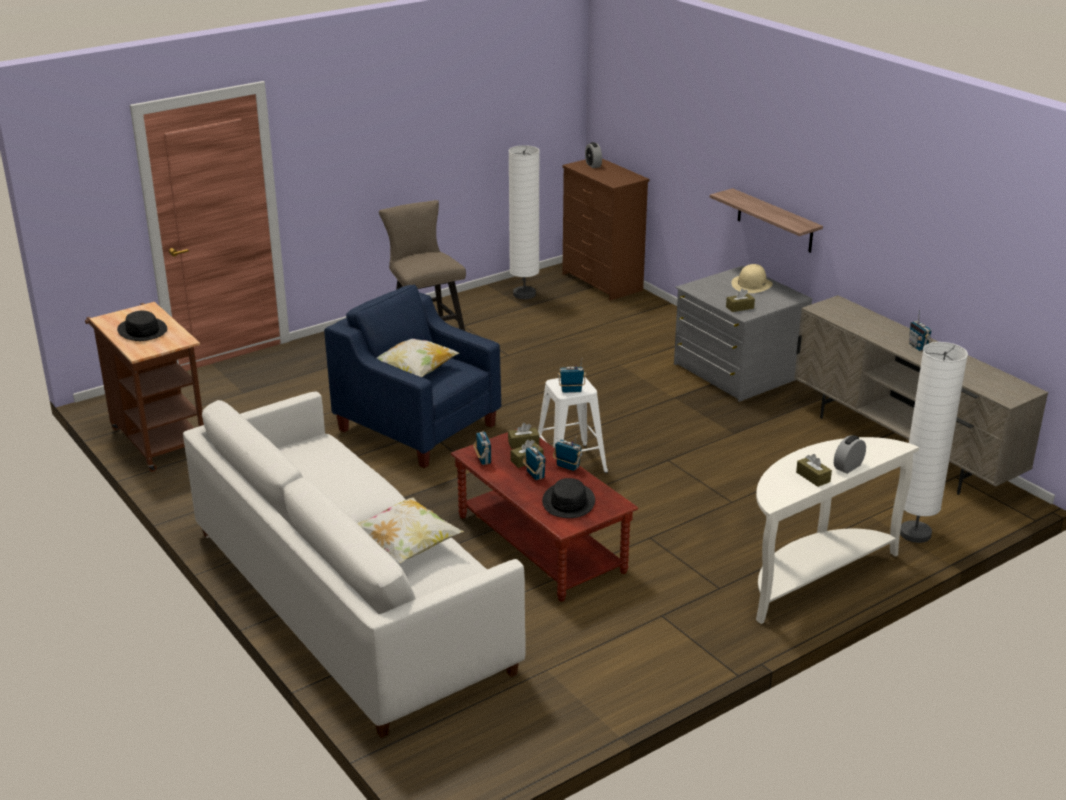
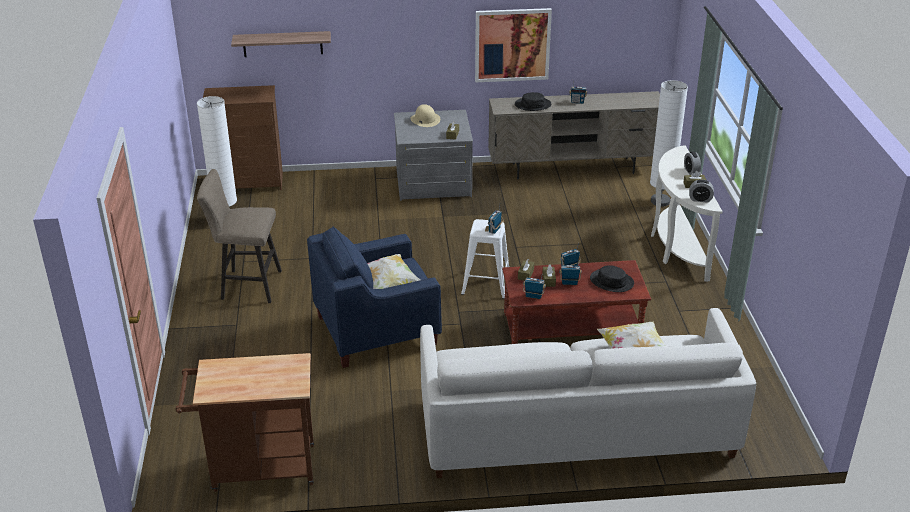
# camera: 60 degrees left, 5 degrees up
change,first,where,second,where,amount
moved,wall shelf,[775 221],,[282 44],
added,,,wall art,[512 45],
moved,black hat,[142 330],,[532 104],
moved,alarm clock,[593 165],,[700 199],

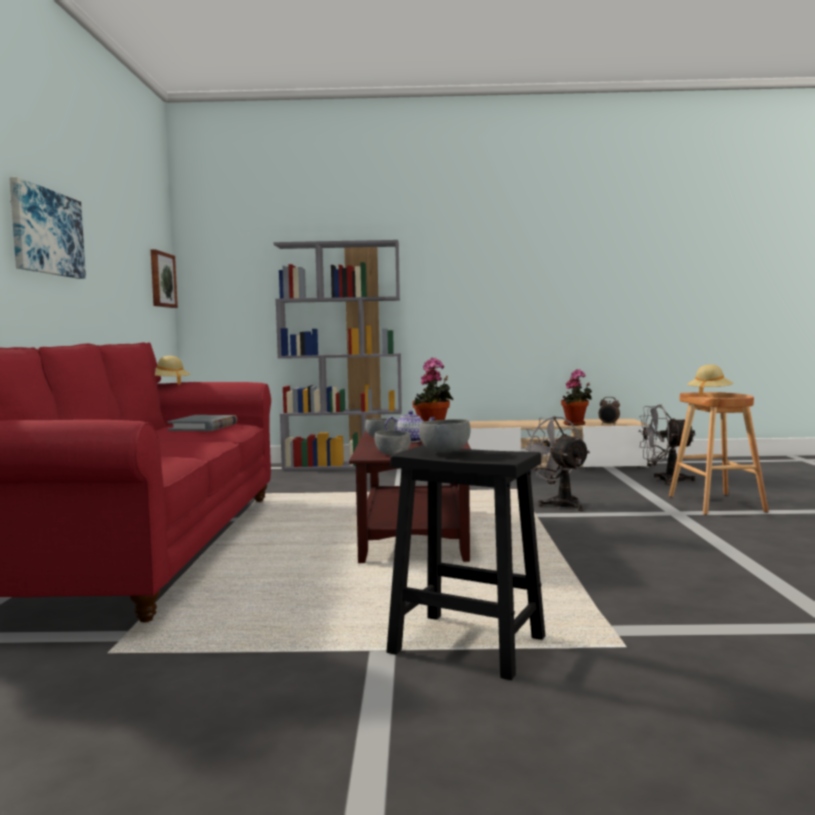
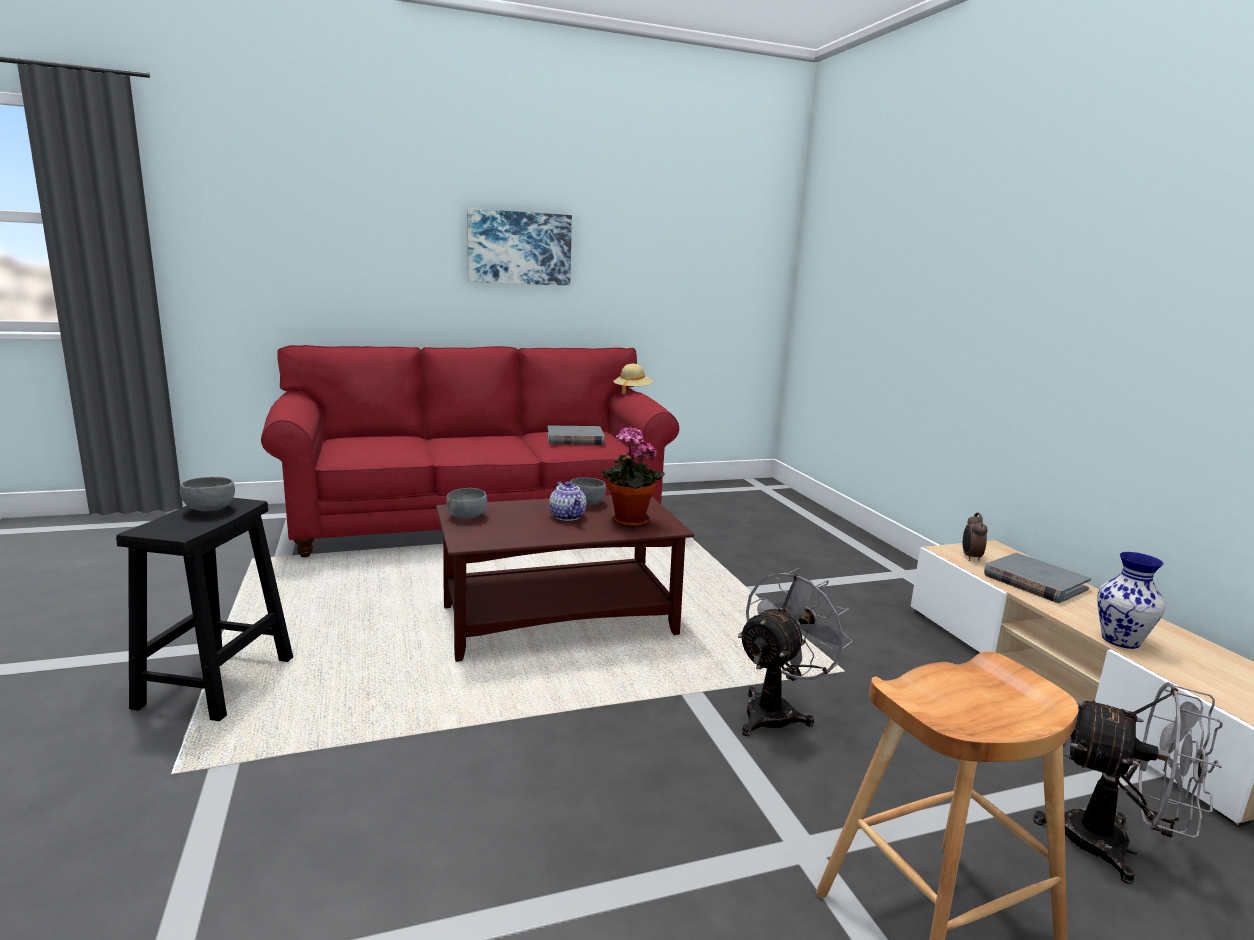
# camera: 70 degrees right, 10 degrees up
change,first,where,second,where,amount
moved,alarm clock,[609 424],,[970 557],
added,,,gray bound book,[1034 582],
turned,gray electric fan,[664 480],,[1114 847],135 degrees clockwise
replaced,plant in a pot,[576 424],vase,[1120 641],
removed,wall art,[162 280],,,
removed,gray bookcase,[344 466],,,
removed,sand-coloured hat,[709 394],,,

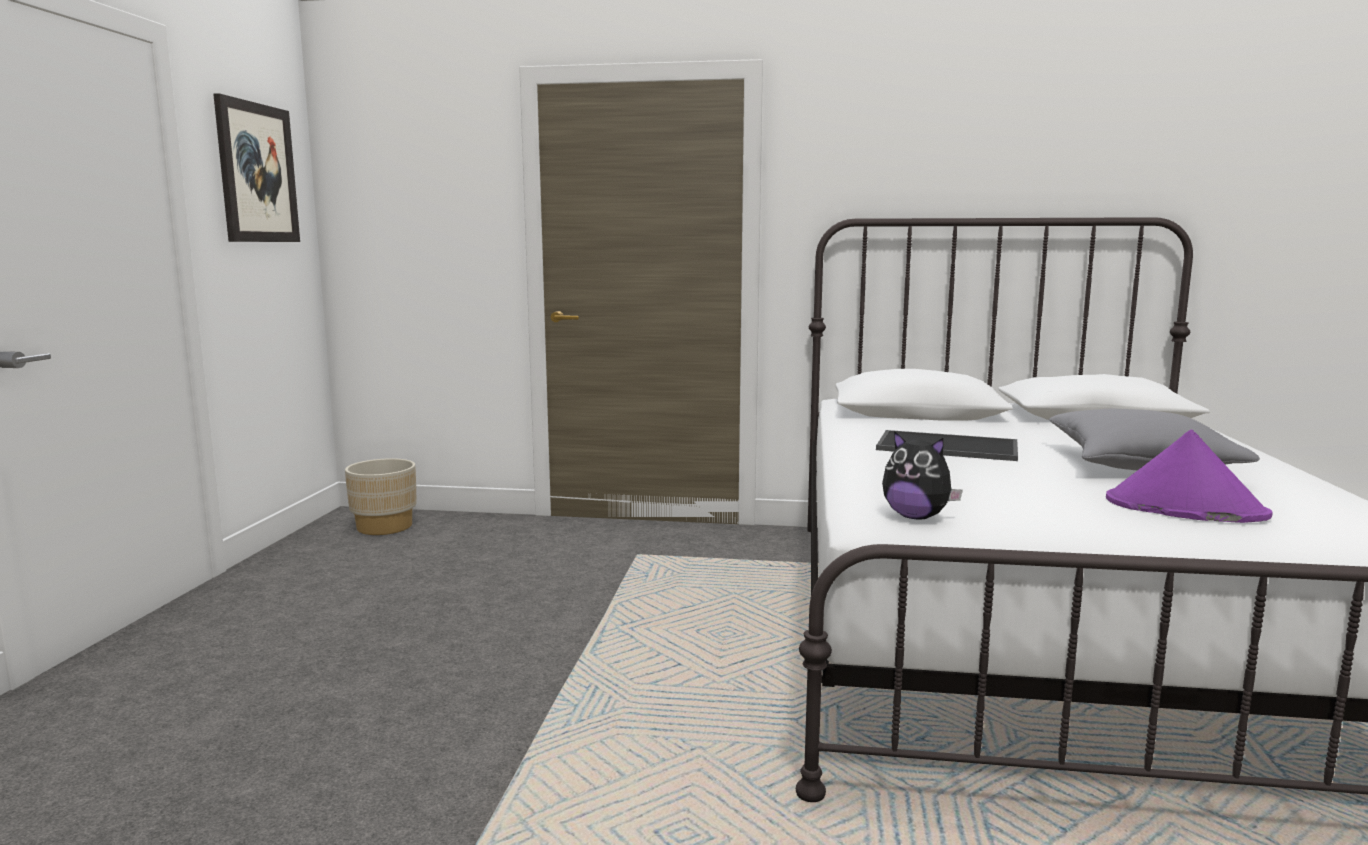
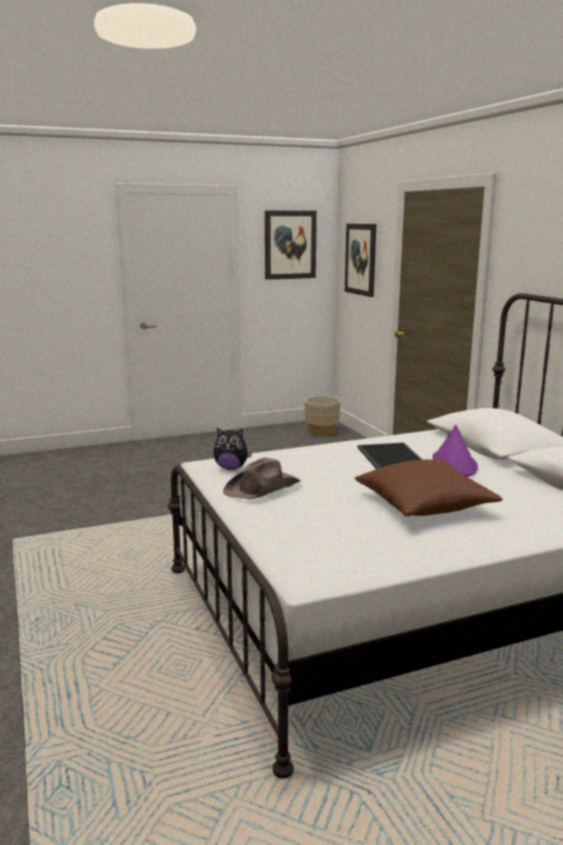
# camera: 60 degrees right, 5 degrees up
change,first,where,second,where,amount
turned,soft toy,[916 517],,[231 468],90 degrees counterclockwise
added,,,brown hat,[263 488],
added,,,wall art,[361 259],
recoloured,gray throw pillow,[1140 465],brown throw pillow,[424 505],
moved,purple hat,[1184 508],,[453 465],

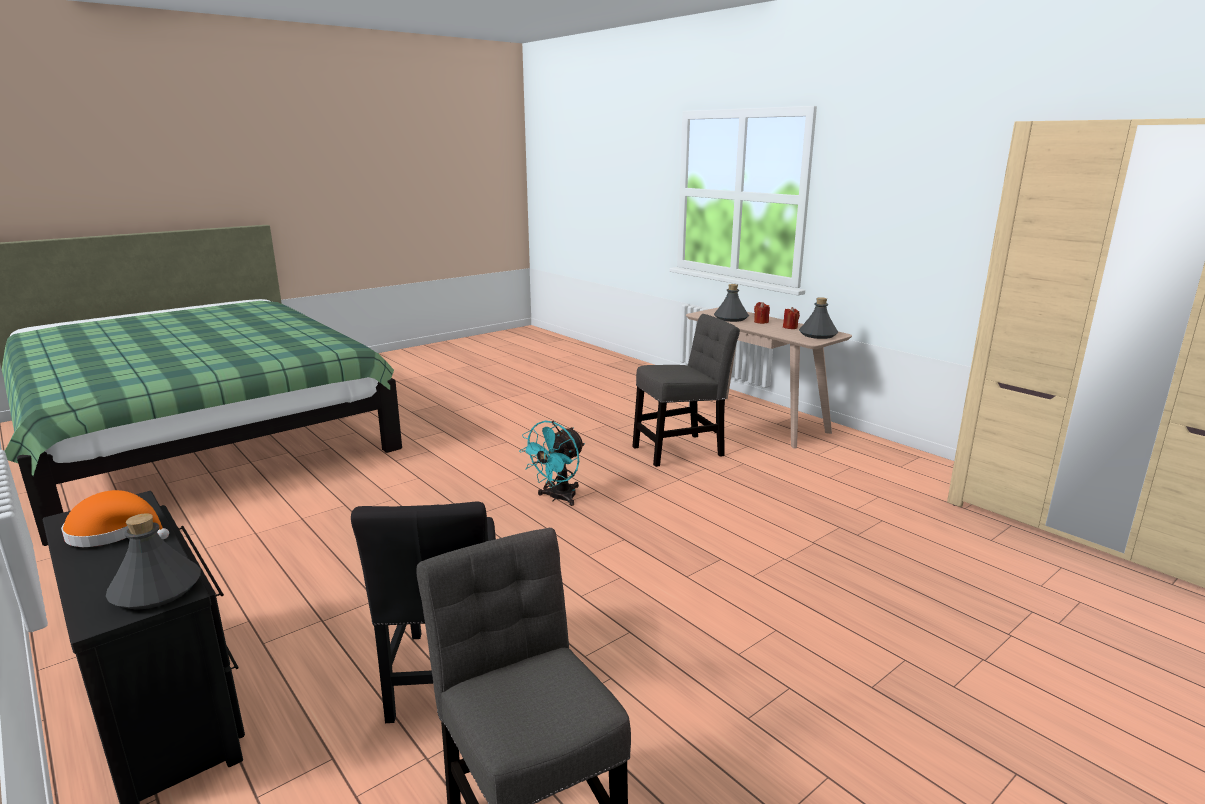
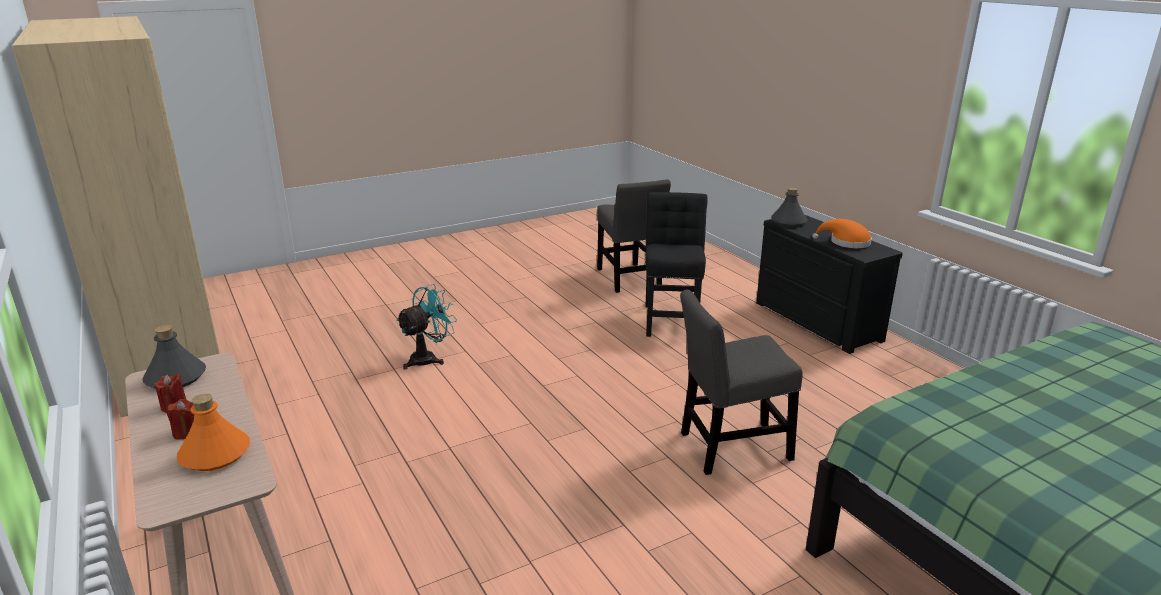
# camera: 170 degrees left, 5 degrees up
change,first,where,second,where,amount
recoloured,gray bottle,[730 318],orange-coloured bottle,[215 454],
moved,turquoise electric fan,[557 498],,[428 358],
moved,gray chair,[682 450],,[730 448],

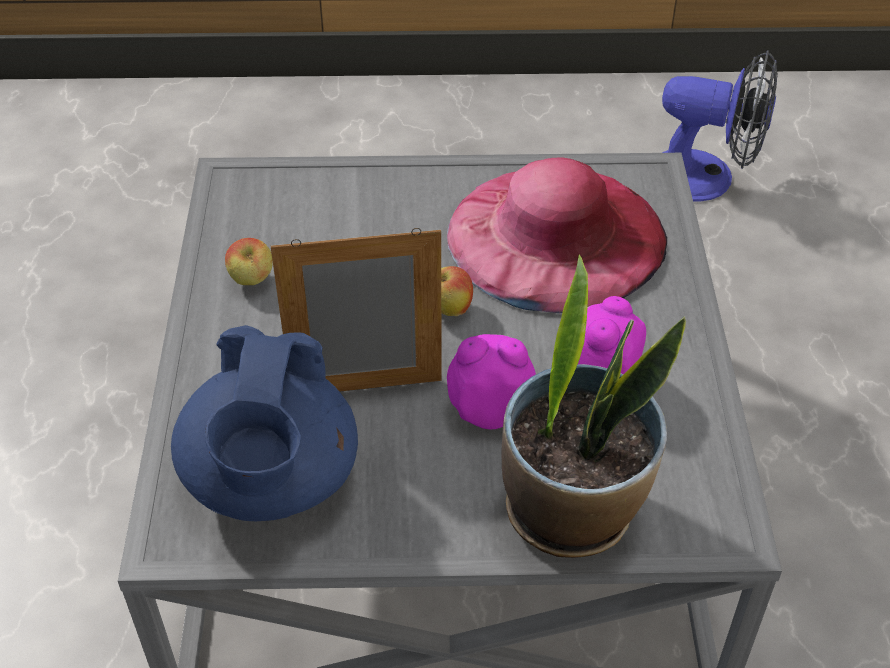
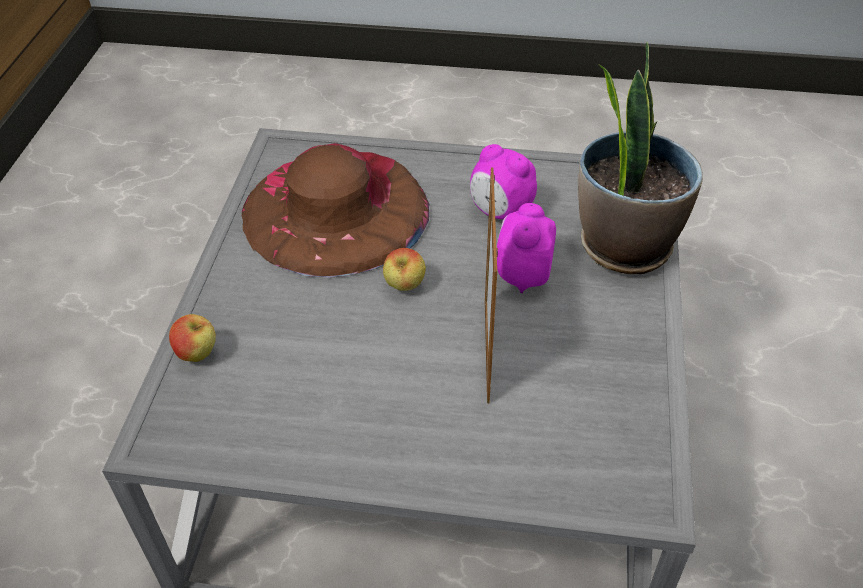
# camera: 80 degrees left, 0 degrees up
change,first,where,second,where,amount
moved,apple fruit,[252 281],,[197 354],
recoloured,pinkish hat,[556 235],brown hat,[335 210],
removed,blue pot for tea,[271 481],,,
removed,electric fan,[706 178],,,

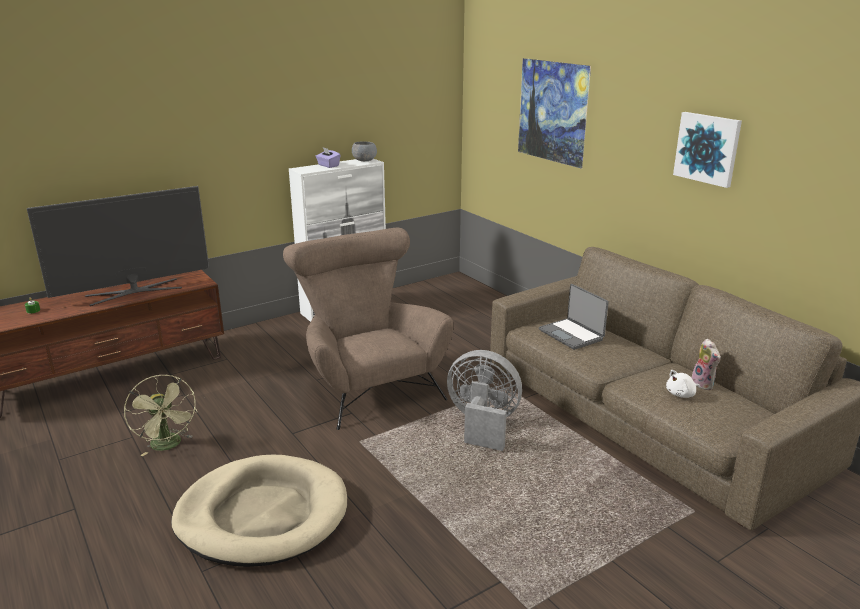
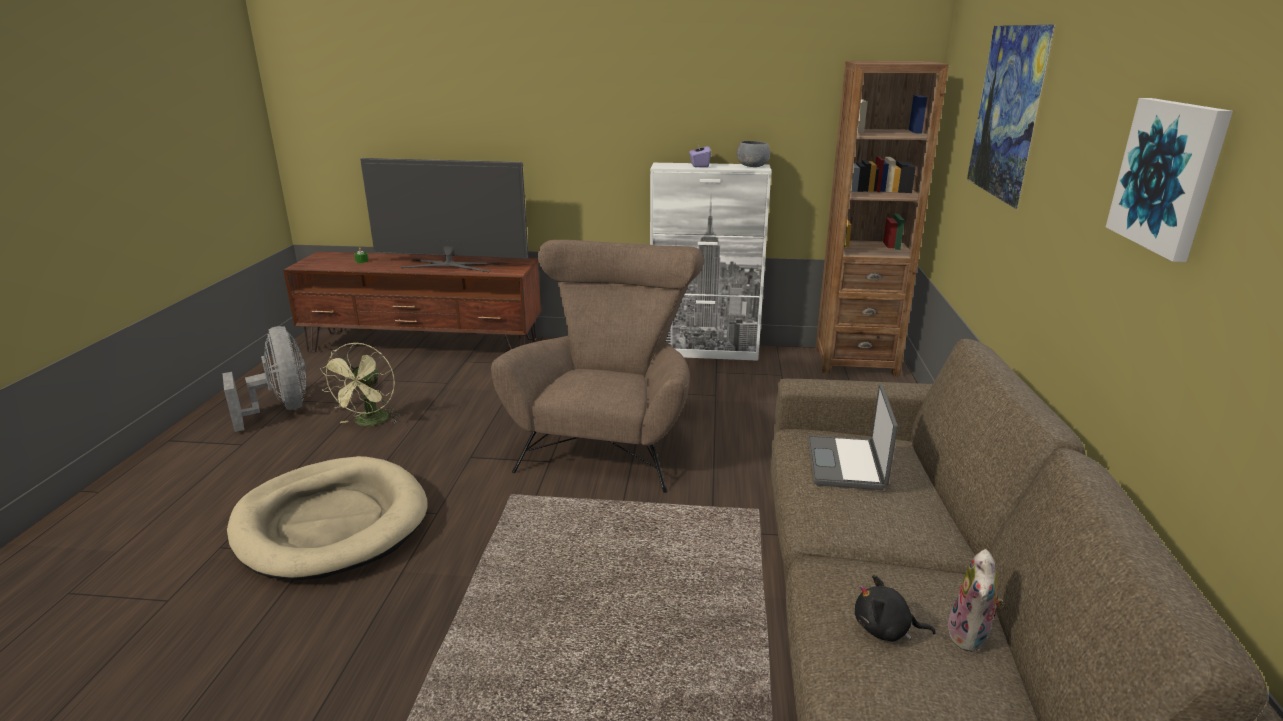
# camera: 40 degrees right, 0 degrees up
change,first,where,second,where,amount
moved,gray electric fan,[482 424],,[281 409],
added,,,brown bookcase,[856 361],
recoloured,white-coloured soft toy,[681 394],black soft toy,[885 629],

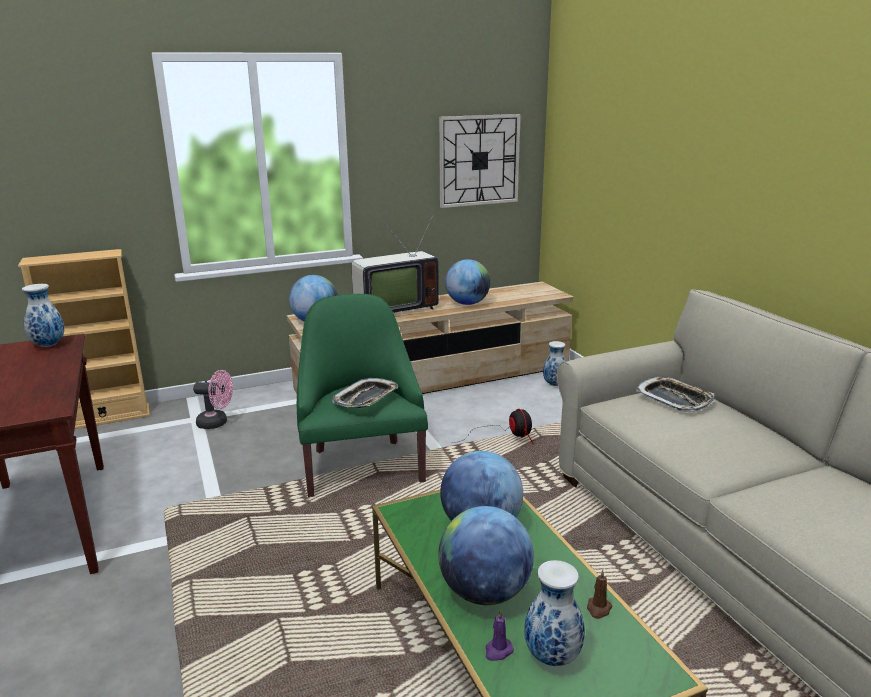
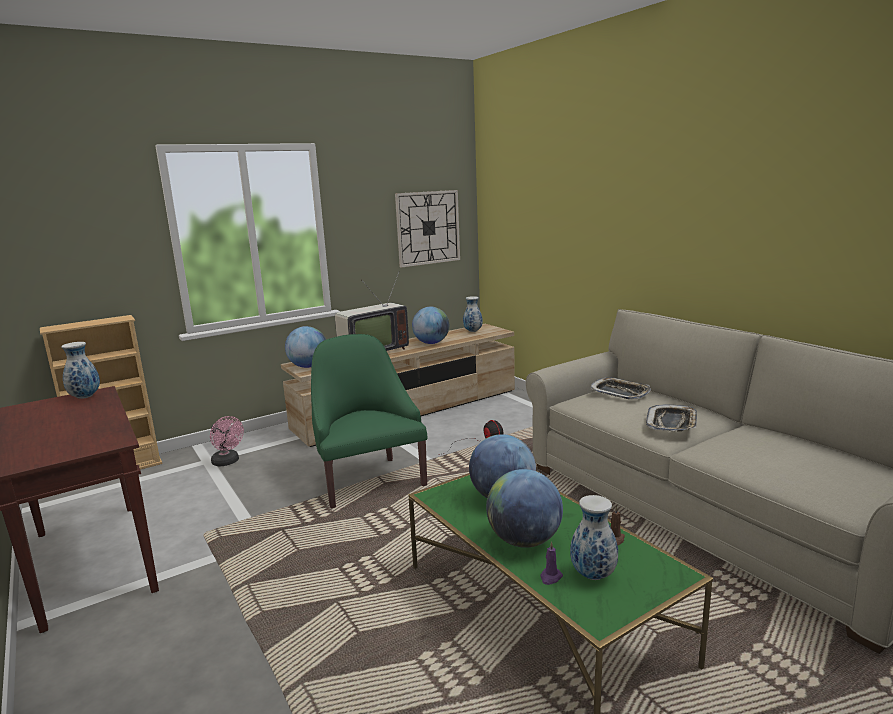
# camera: 10 degrees left, 5 degrees down
change,first,where,second,where,amount
turned,pinkish electric fan,[217 423],,[228 462],45 degrees clockwise
moved,vase,[554 384],,[472 331],
moved,carrying tray,[366 398],,[672 423],

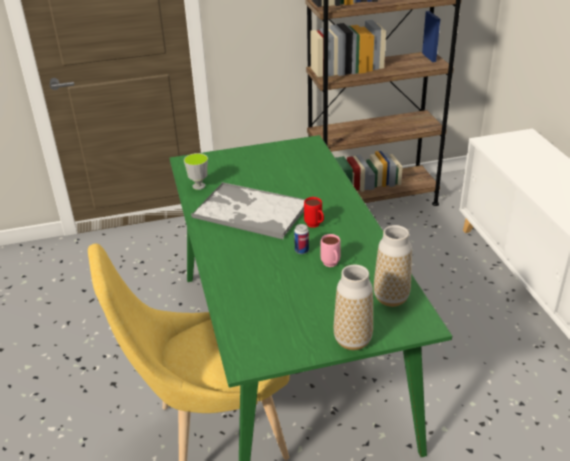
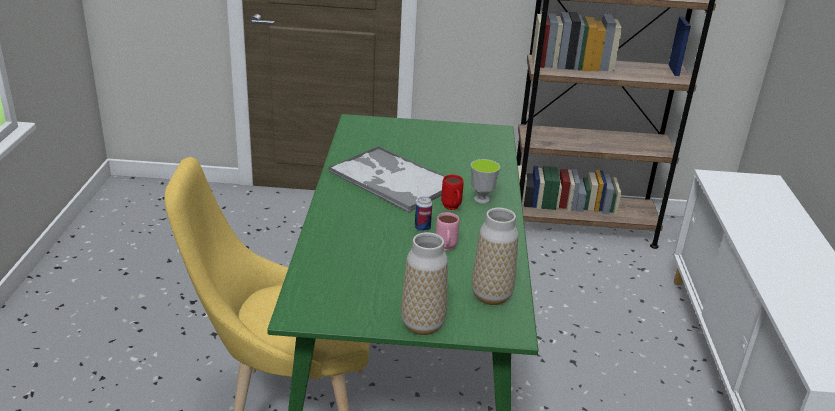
# camera: 15 degrees right, 5 degrees down
change,first,where,second,where,amount
moved,drinking cup,[199 186],,[481 199],

